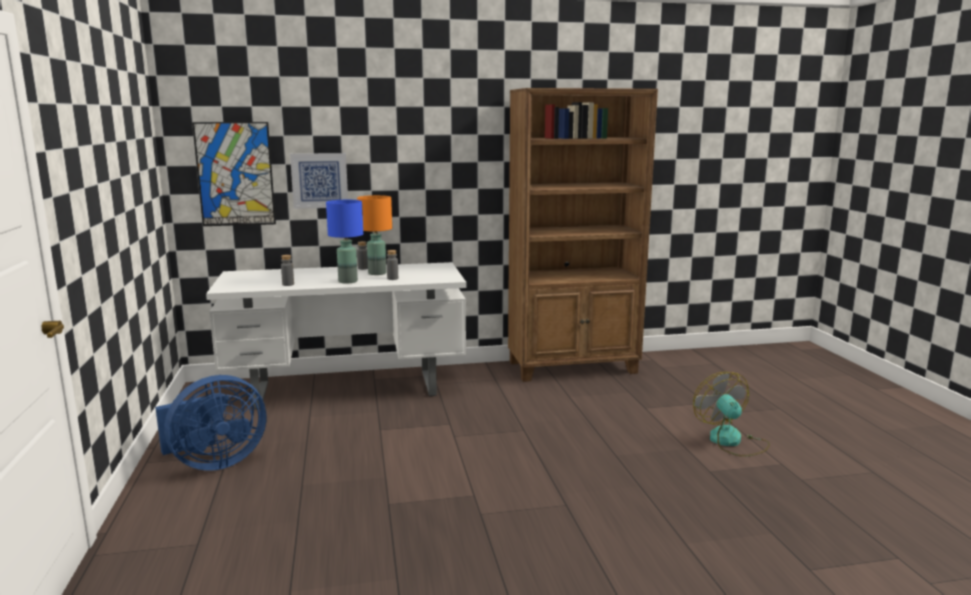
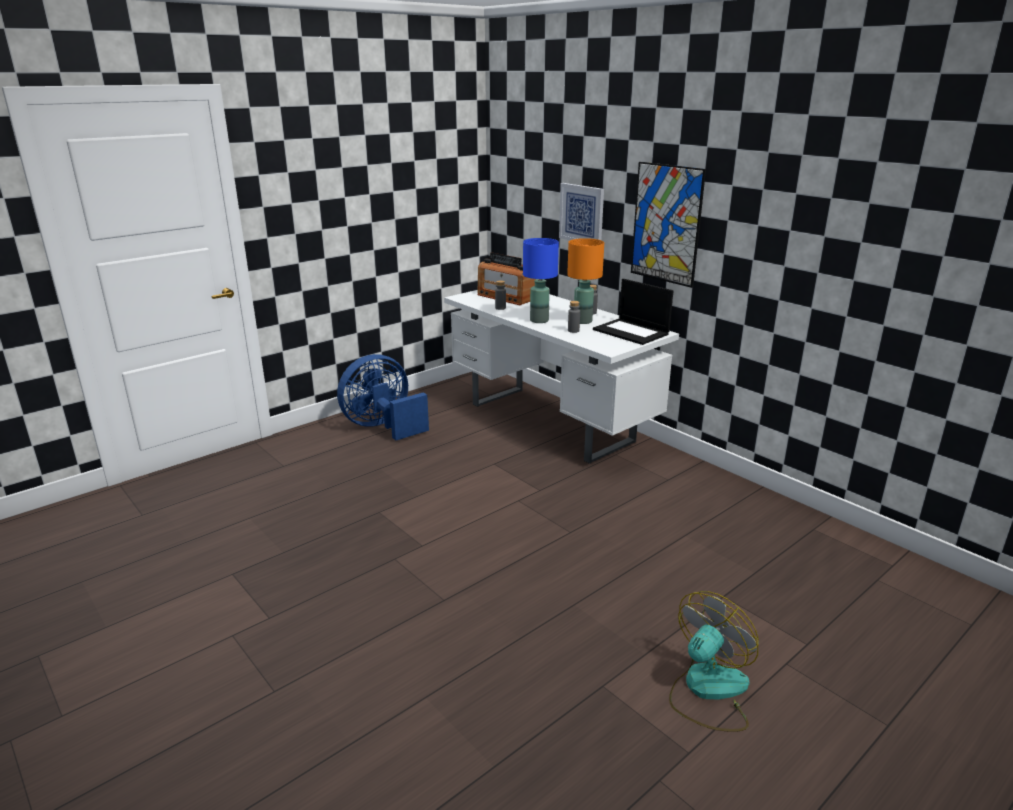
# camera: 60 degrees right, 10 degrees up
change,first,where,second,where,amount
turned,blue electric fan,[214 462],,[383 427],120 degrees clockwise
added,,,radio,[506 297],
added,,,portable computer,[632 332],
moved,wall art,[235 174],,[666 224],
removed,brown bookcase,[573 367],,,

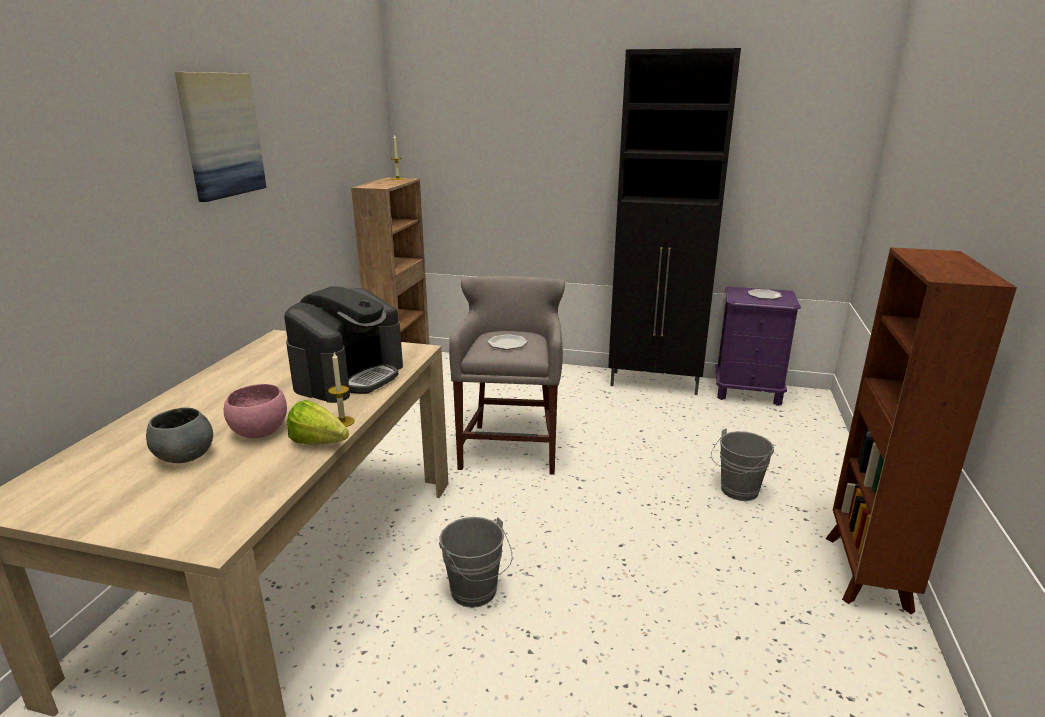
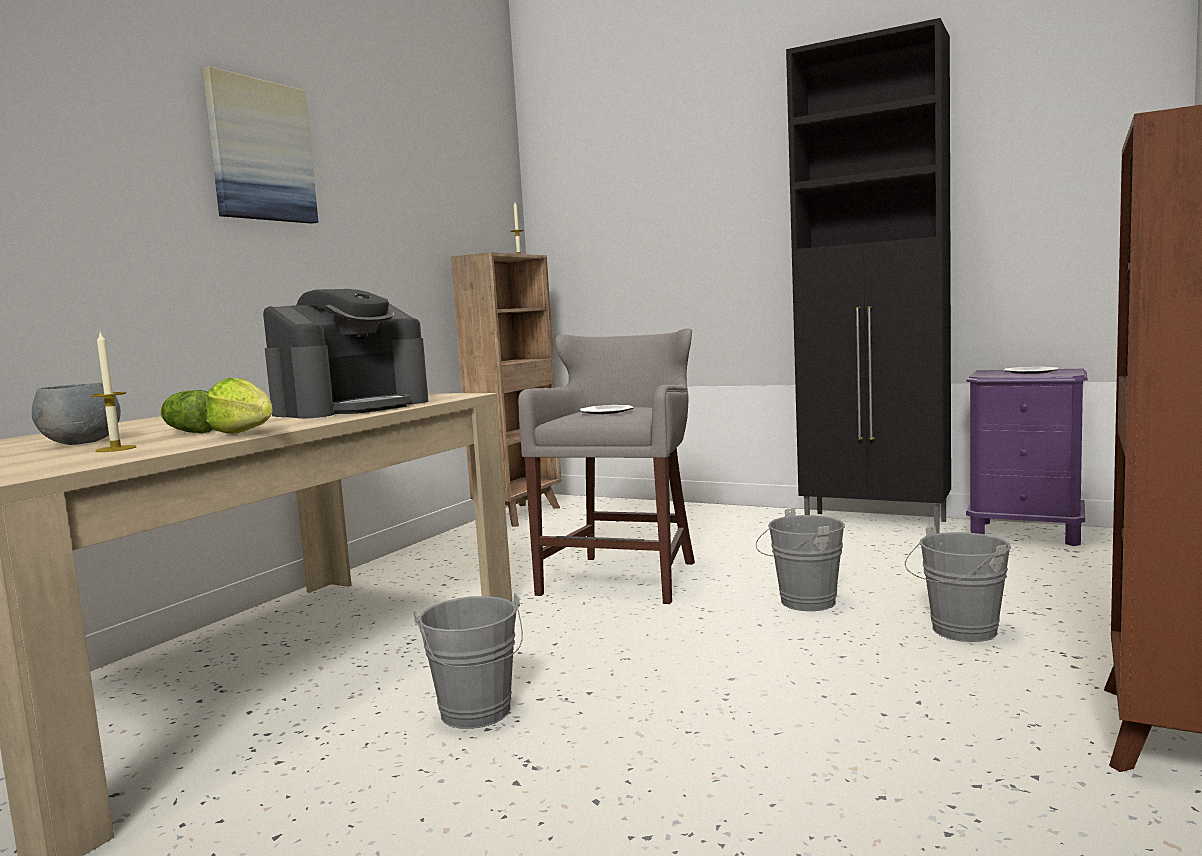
# camera: 15 degrees right, 15 degrees down
change,first,where,second,where,amount
moved,wax light,[342 422],,[116 449],
replaced,pinkish bowl,[260 432],head of lettuce,[190 432],
added,,,gray bucket,[802 602],

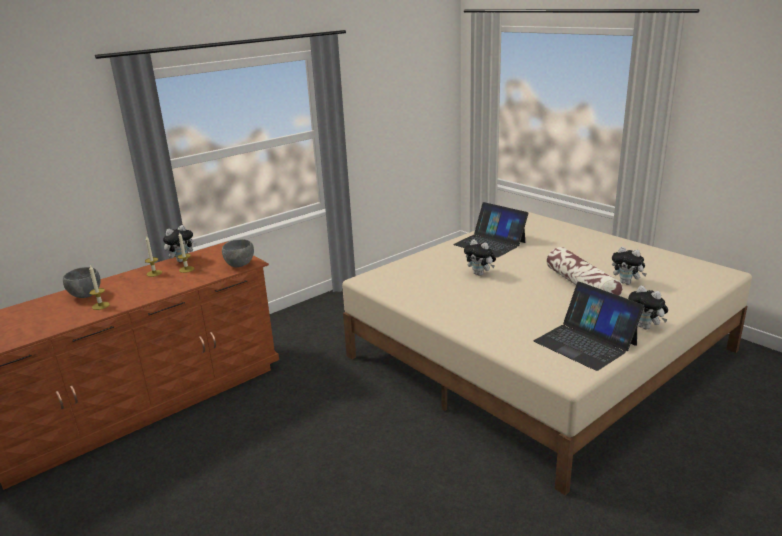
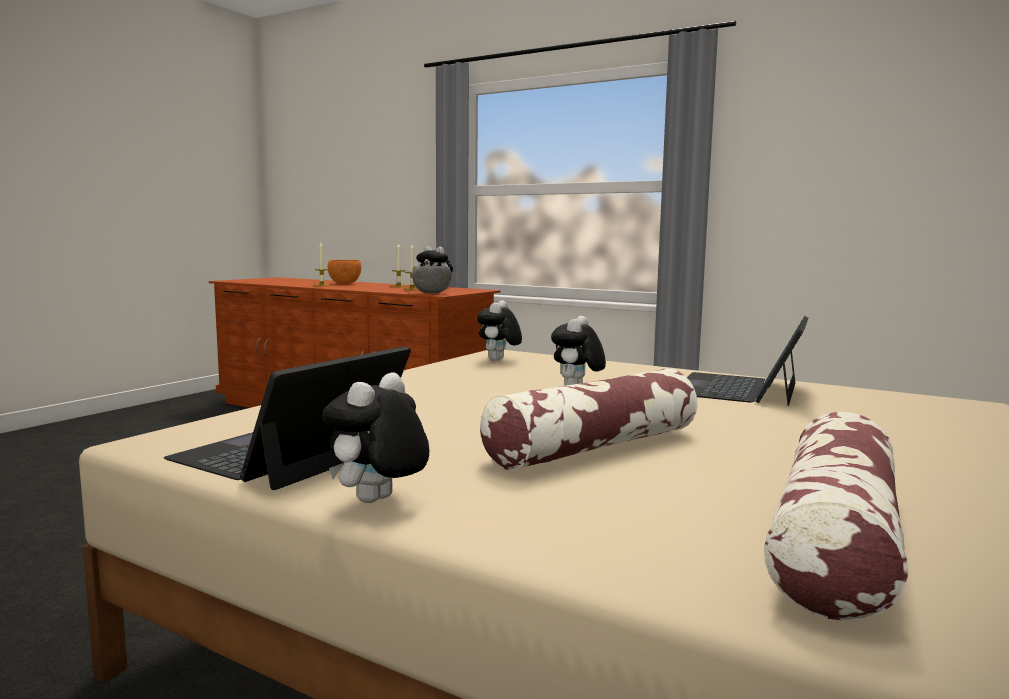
# camera: 70 degrees right, 15 degrees down
change,first,where,second,where,amount
recoloured,gray bowl,[85 295],orange-coloured bowl,[344 283],
moved,soft toy,[627 283],,[498 360],
added,,,throw pillow,[835 541],

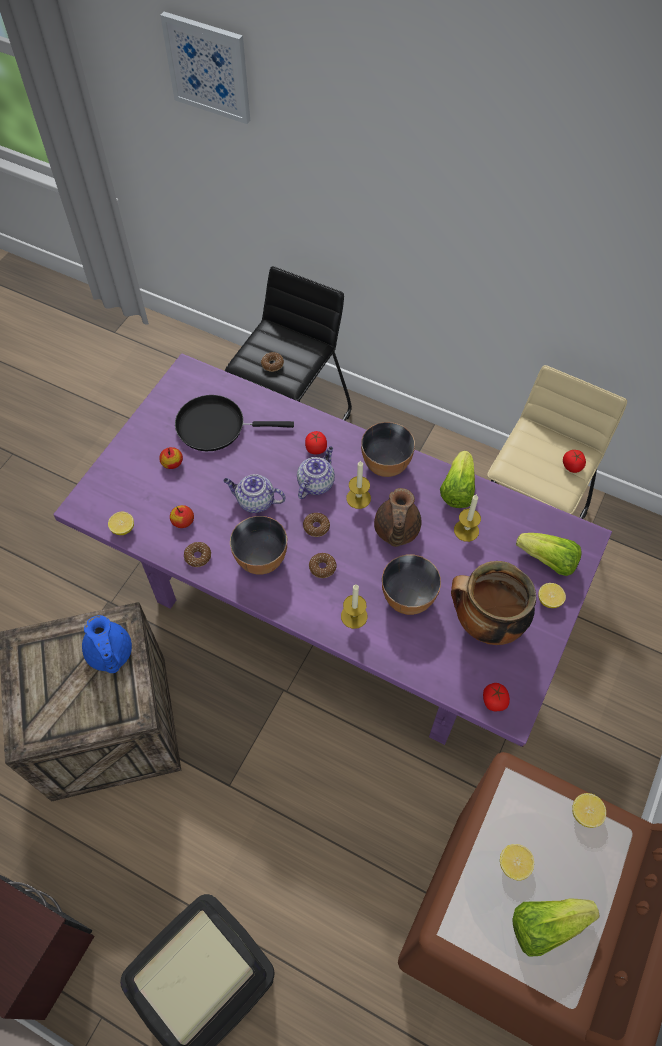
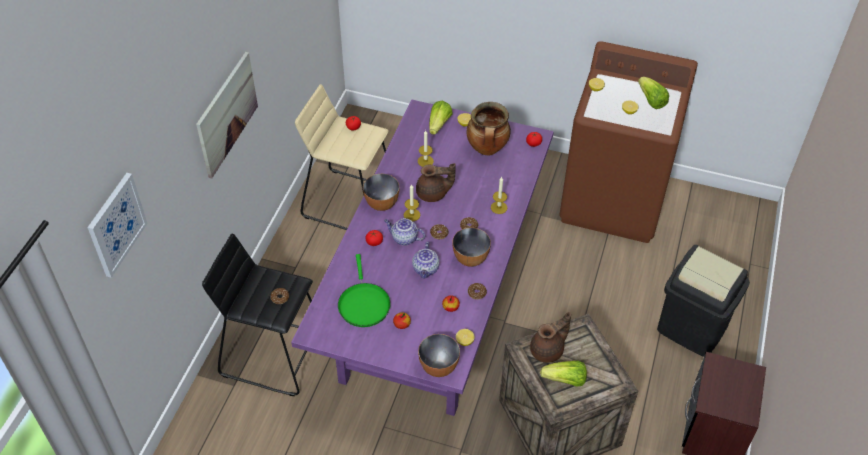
# camera: 100 degrees left, 10 degrees down
change,first,where,second,where,amount
added,,,wall art,[227 114],
recoloured,black skillet,[216 426],green skillet,[363 304],
moved,bowl,[407 598],,[438 367],
recoloured,blue pot for tea,[110 654],brown pot for tea,[548 350],
moved,head of lettuce,[457 490],,[565 380],

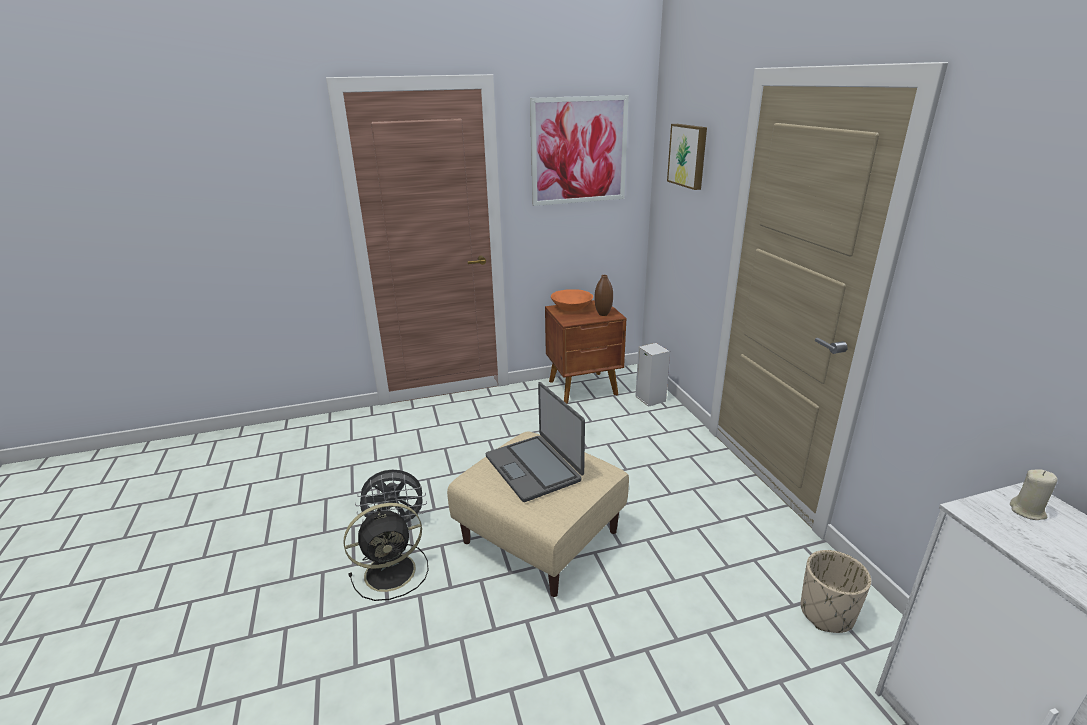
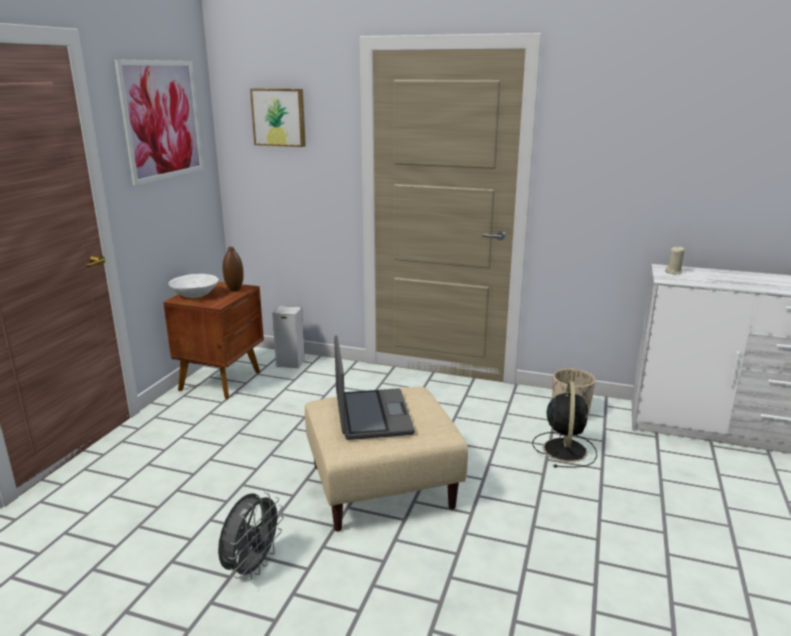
# camera: 55 degrees left, 5 degrees down
change,first,where,second,where,amount
recoloured,orange-coloured bowl,[571 308],white-coloured bowl,[195 295],
turned,portable computer,[534 468],,[372 415],105 degrees counterclockwise
moved,black electric fan,[392 571],,[564 449],

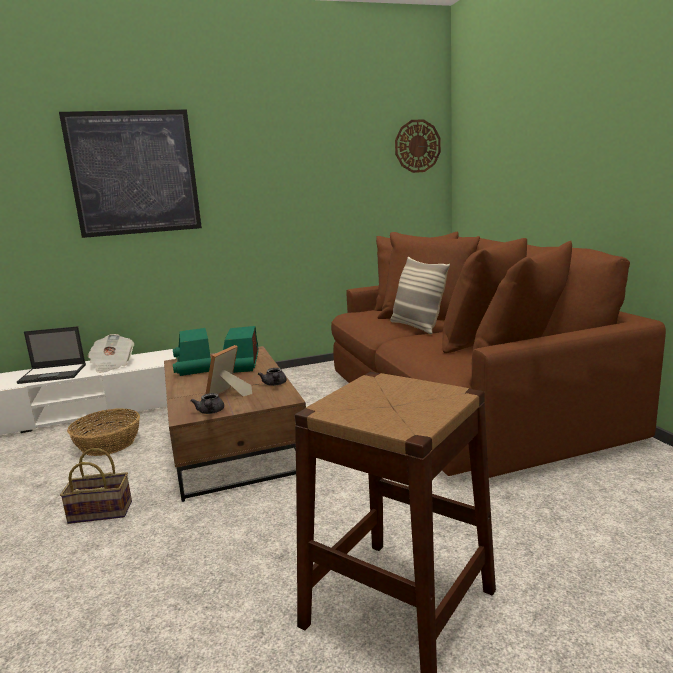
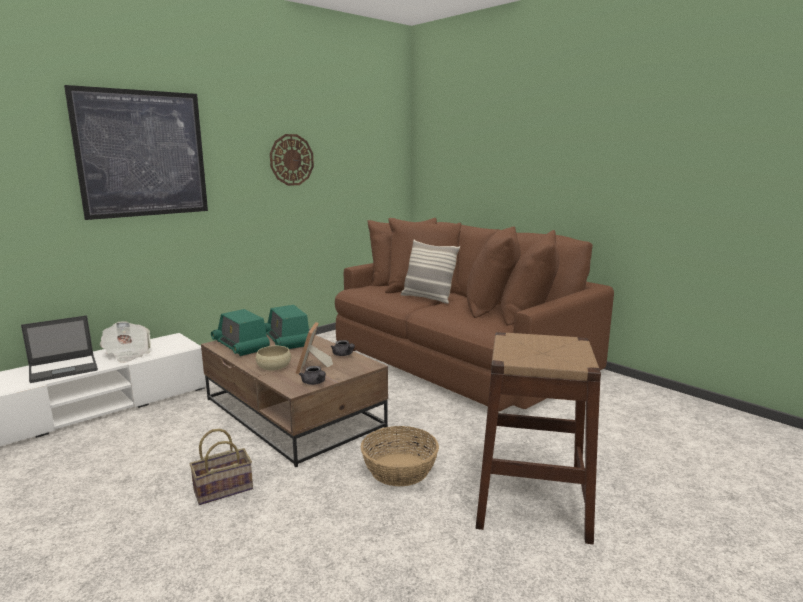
# camera: 25 degrees left, 0 degrees up
change,first,where,second,where,amount
added,,,sand-coloured bowl,[274 367],
moved,wall clock,[417 146],,[291 160],
moved,storage basket,[109 444],,[399 469],

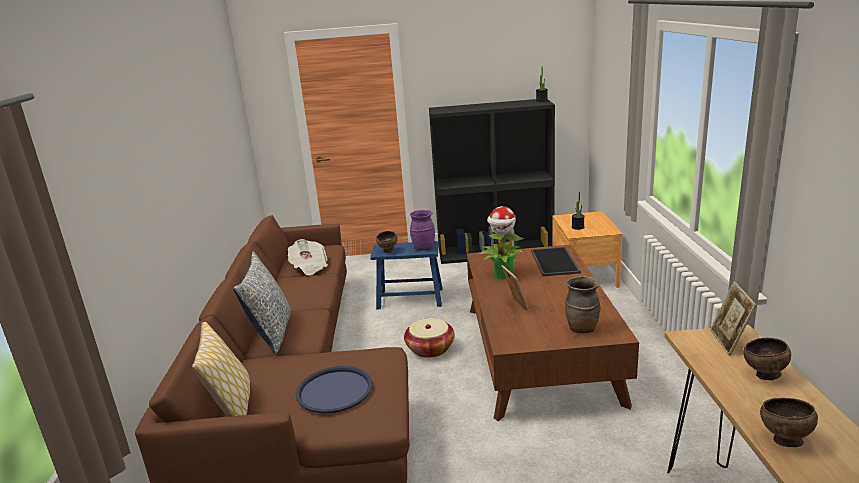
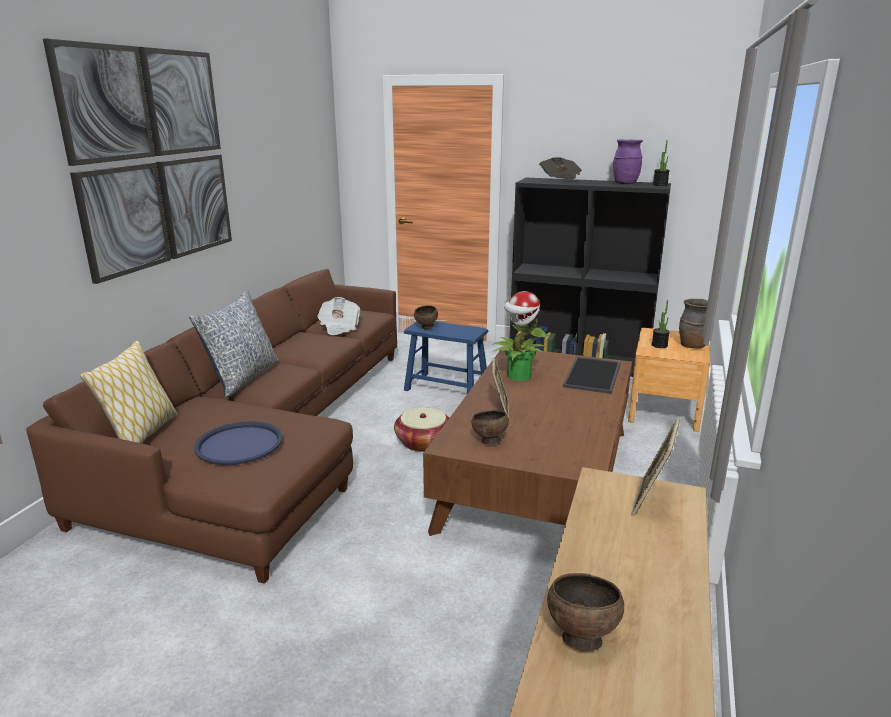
# camera: 20 degrees right, 0 degrees up
change,first,where,second,where,amount
added,,,wall art,[153 159],
moved,brown bowl,[764 376],,[489 442],
added,,,daily paper,[560 181],
moved,purple vase,[423 248],,[625 183],
moved,brown vase,[581 328],,[692 346],

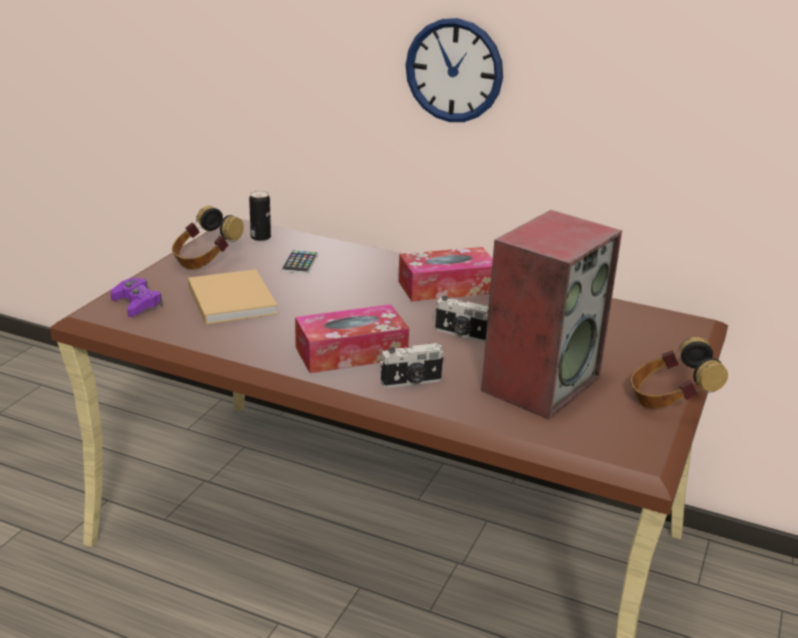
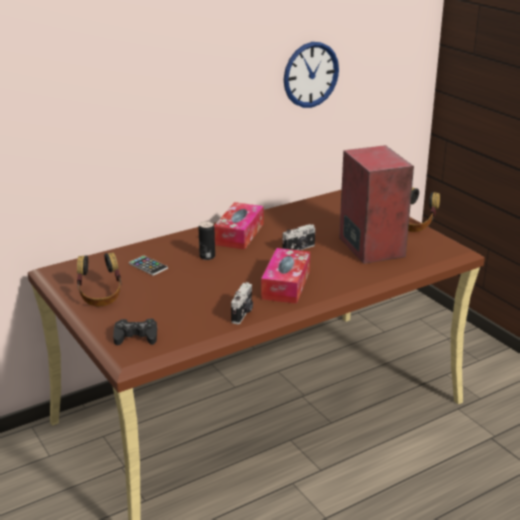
# camera: 55 degrees left, 0 degrees up
change,first,where,second,where,amount
recoloured,purple joypad,[137 304],black joypad,[136 337],
moved,can,[260 237],,[207 257],
moved,photo camera,[412 382],,[243 313],
moved,wall clock,[454 70],,[311 74],
removed,sand-coloured bound book,[231 299],,,

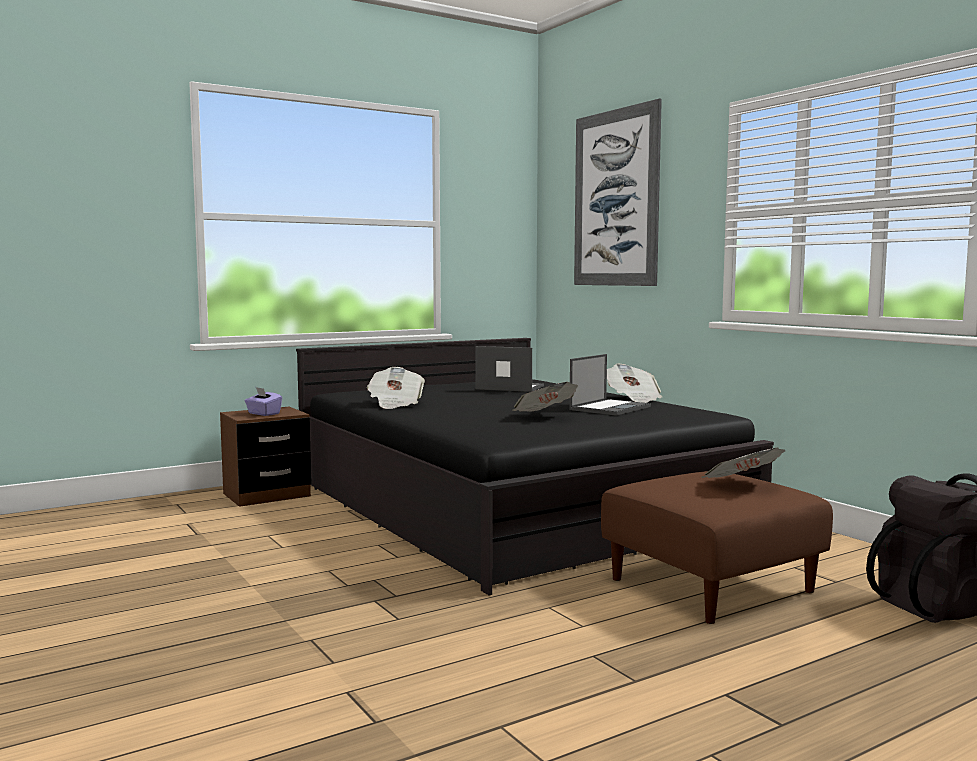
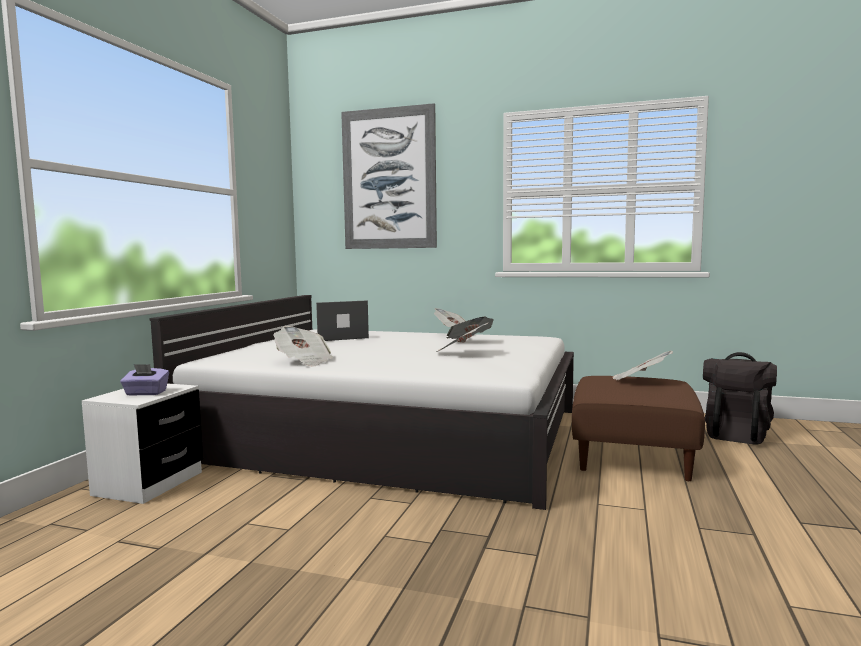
# camera: 40 degrees left, 0 degrees up
change,first,where,second,where,amount
recoloured,brown night table,[267 495],white-coloured night table,[149 484],
recoloured,black sleeping bed,[511 503],white-coloured sleeping bed,[390 434],
replaced,portable computer,[610 408],daily paper,[469 342],

